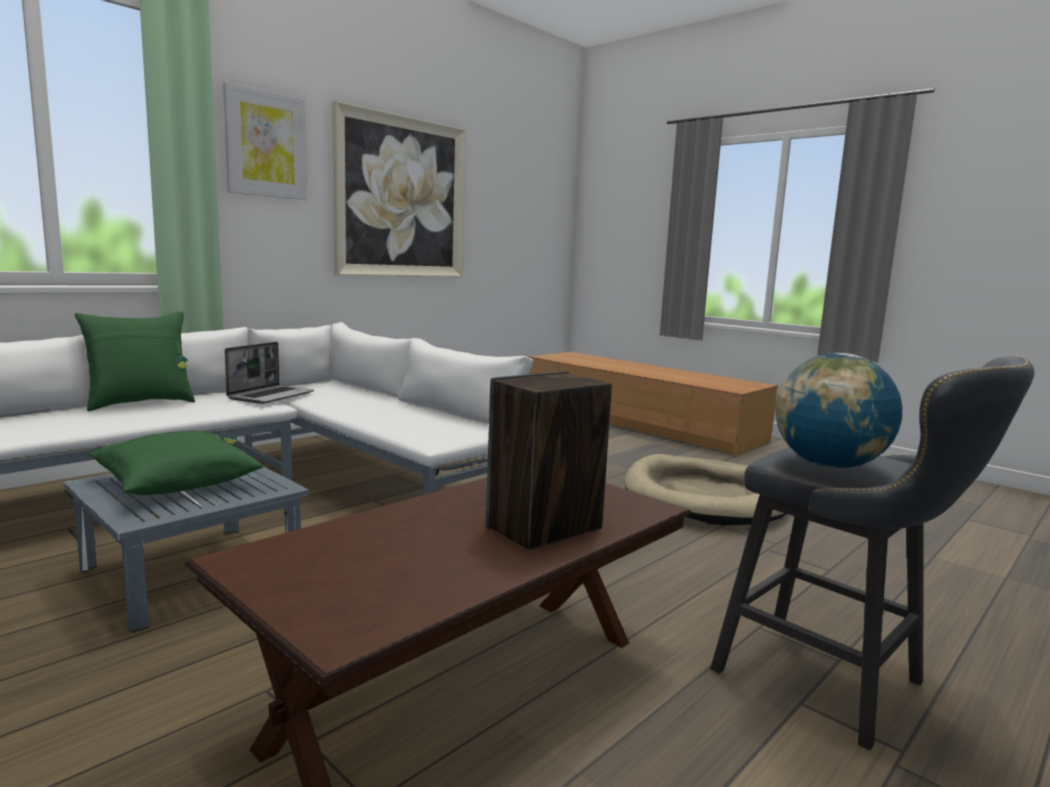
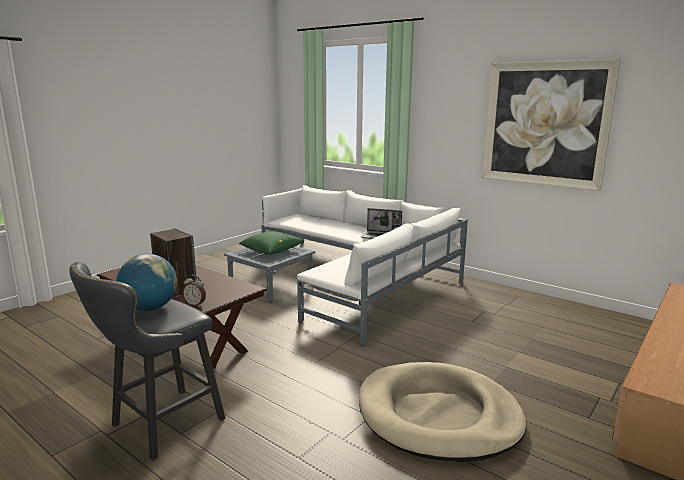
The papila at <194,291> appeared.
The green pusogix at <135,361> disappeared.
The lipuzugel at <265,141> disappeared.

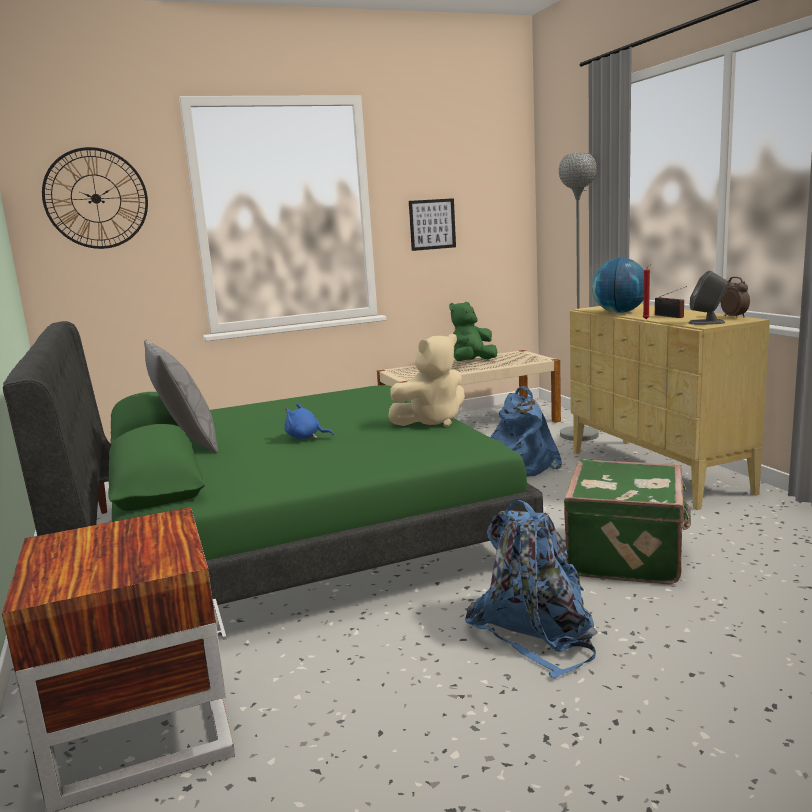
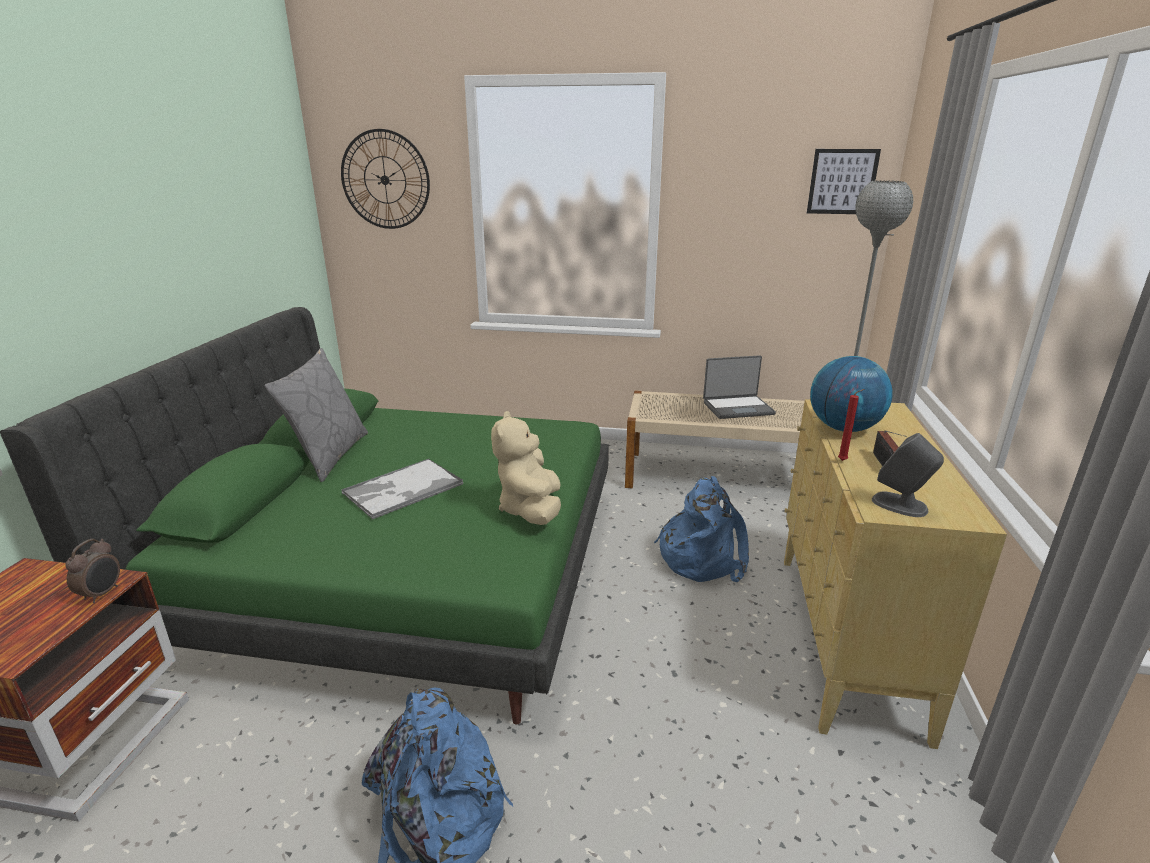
The papila moved from <735,297> to <93,571>.
The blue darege at <309,421> was replaced by the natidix at <402,489>.
The beige darege at <426,380> turned 90 degrees clockwise.
The green darege at <473,331> was replaced by the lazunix at <739,387>.
The lipuzugel moved from <432,224> to <844,181>.
The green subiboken at <627,522> disappeared.

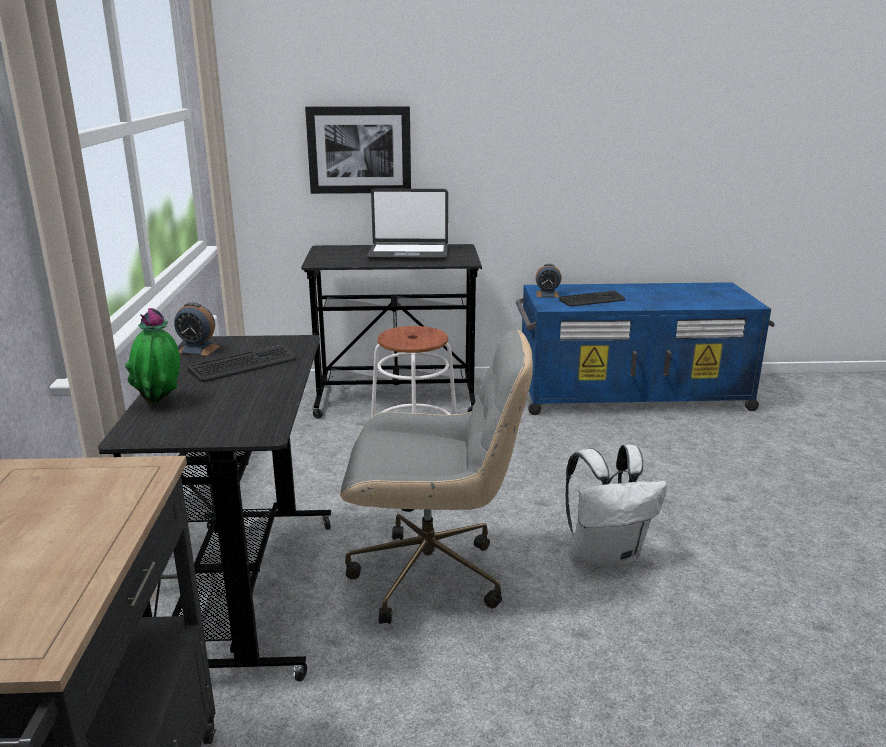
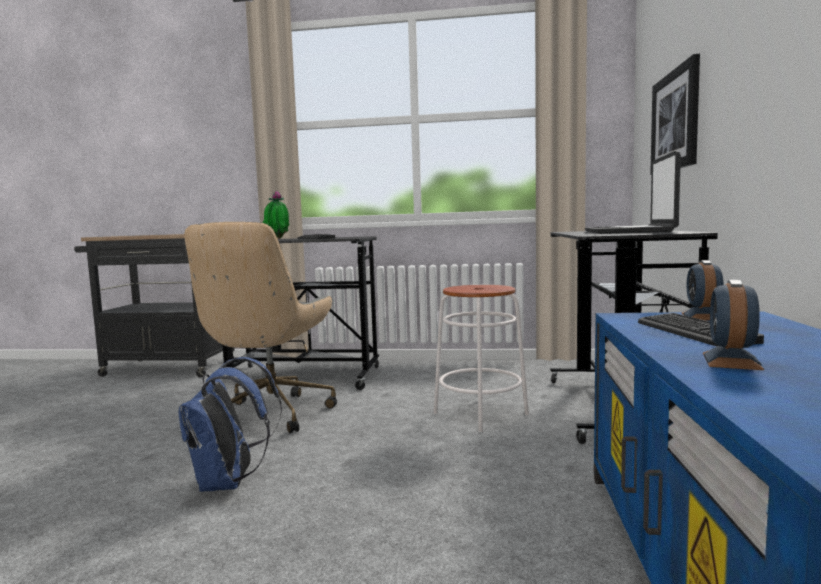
The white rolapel at <616,506> became the blue rolapel at <230,424>.
The papila moved from <197,329> to <733,325>.

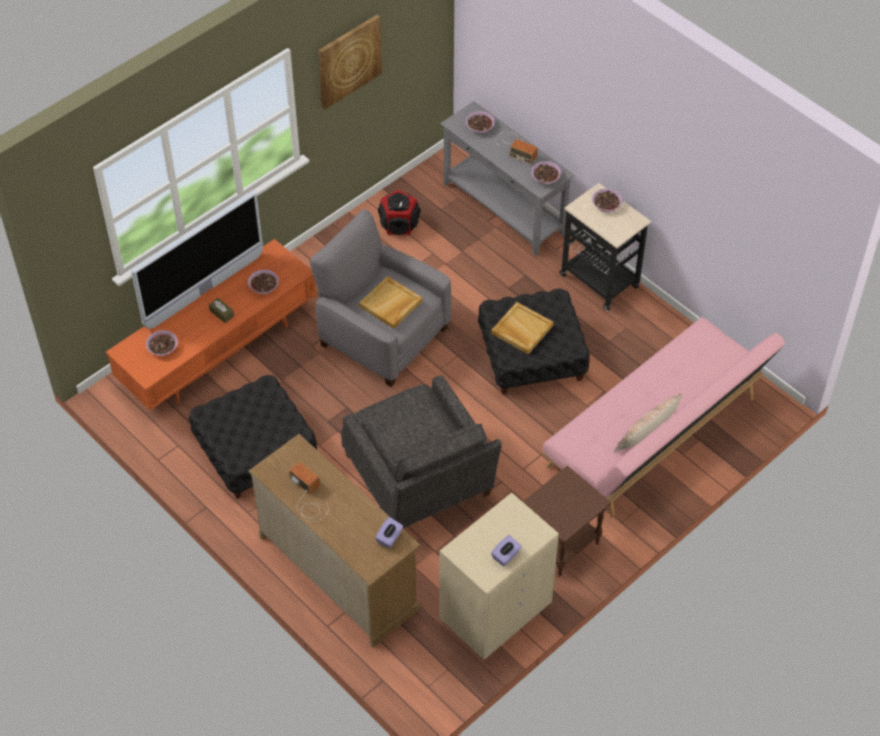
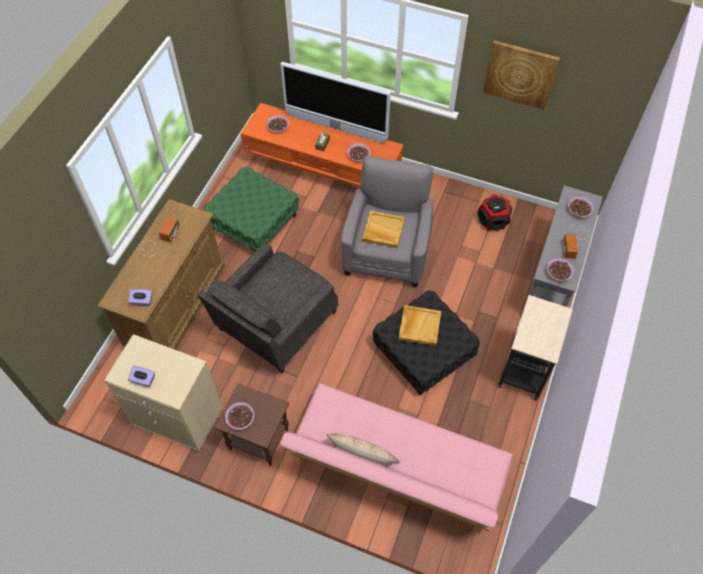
The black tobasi at <253,437> became the green tobasi at <251,209>.
The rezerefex moved from <607,200> to <239,416>.

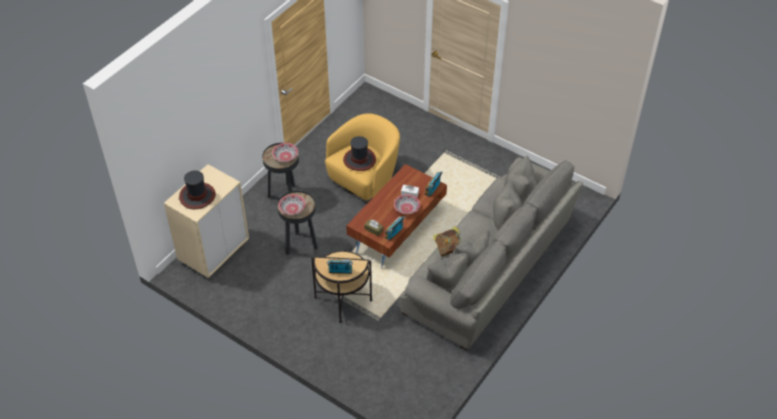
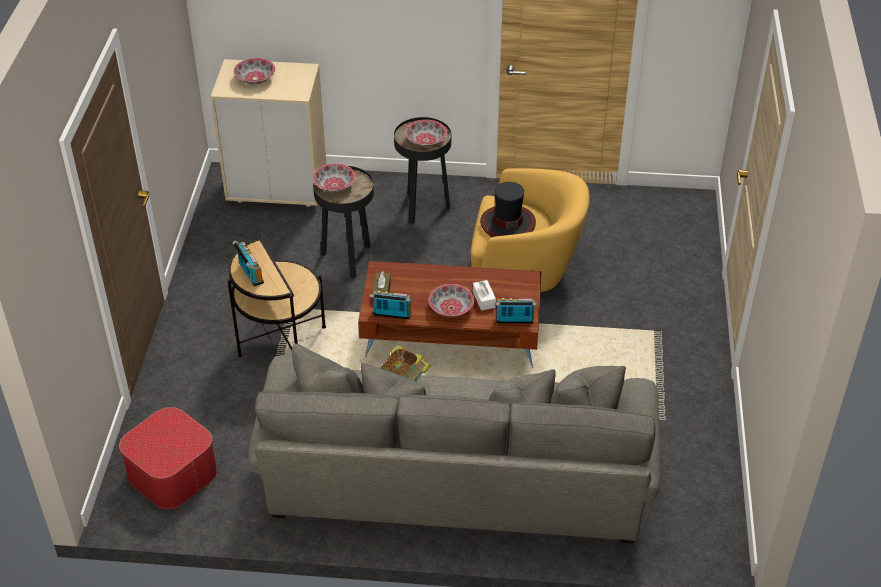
The tobasi at <168,458> appeared.
The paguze at <197,189> was replaced by the rezerefex at <254,71>.

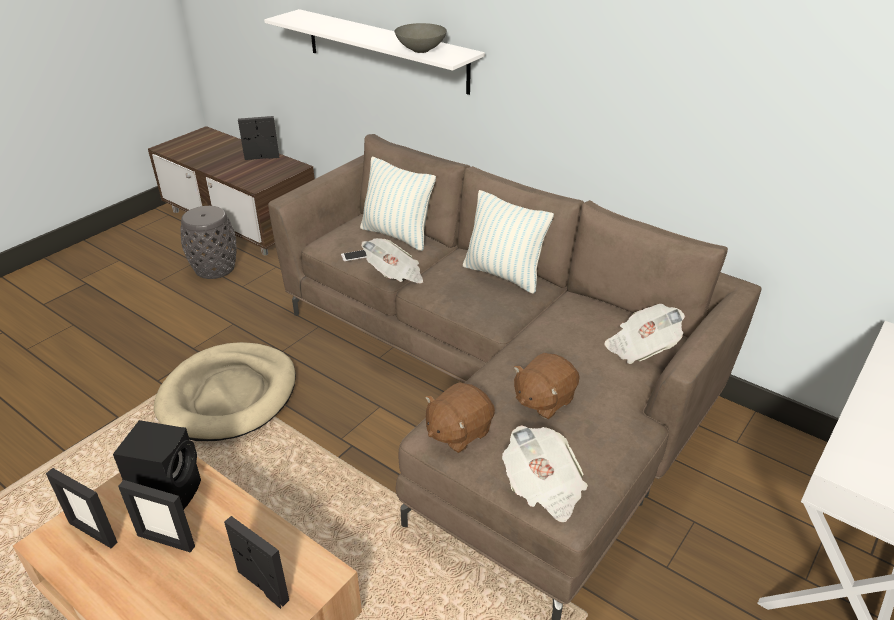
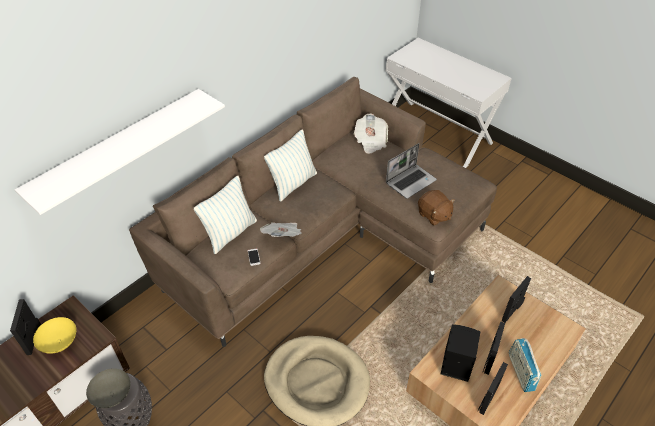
The yellow rezerefex at <54,335> appeared.
The grey rezerefex moved from <421,38> to <108,388>.
The brown darege at <547,386> was replaced by the lazunix at <411,171>.
The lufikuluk at <525,365> appeared.
The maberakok at <545,473> disappeared.

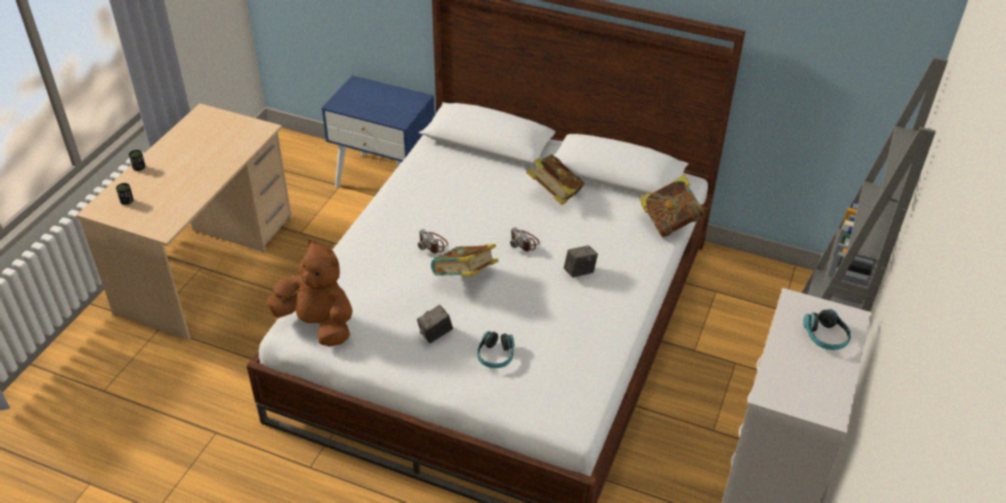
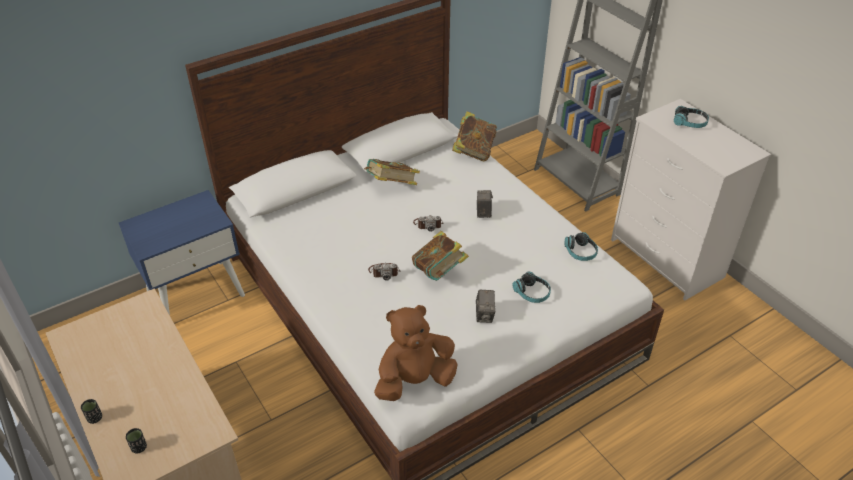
The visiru at <581,246> appeared.

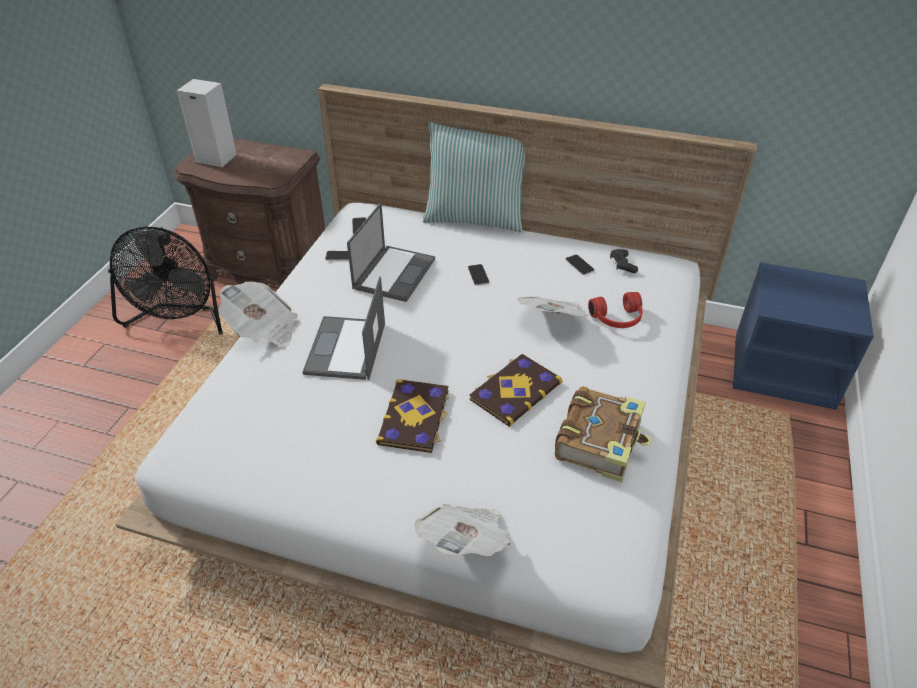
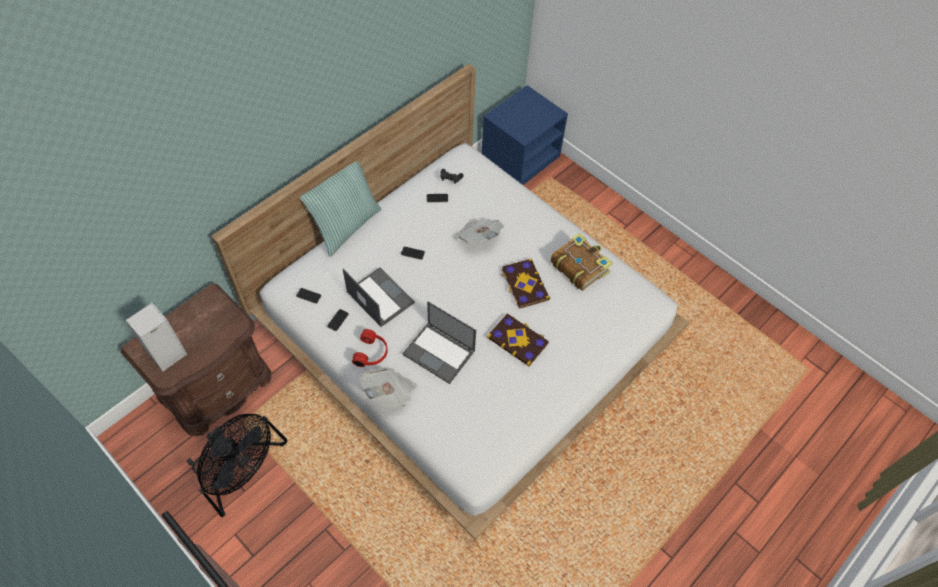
The red visiru moved from <615,310> to <370,348>.
The maberakok at <462,530> disappeared.

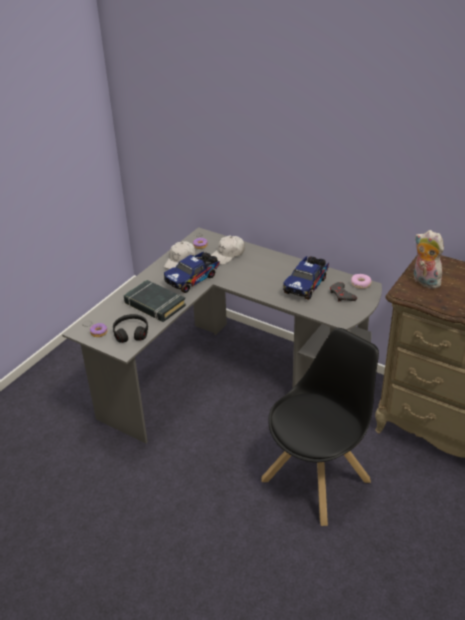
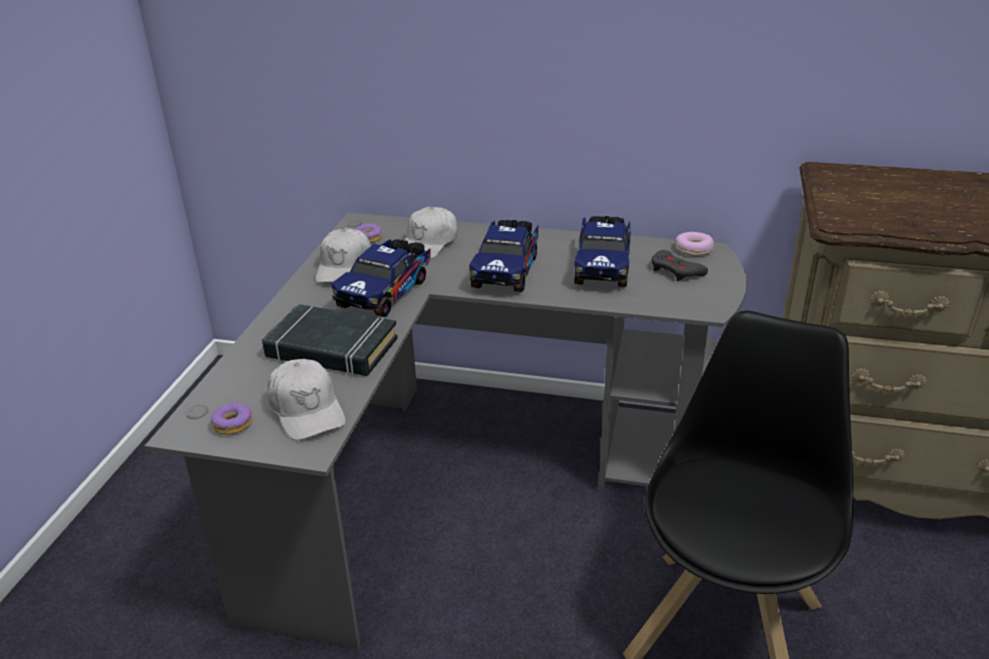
The black visiru at <130,328> was replaced by the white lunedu at <307,399>.
The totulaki at <503,256> appeared.
The darege at <429,259> disappeared.

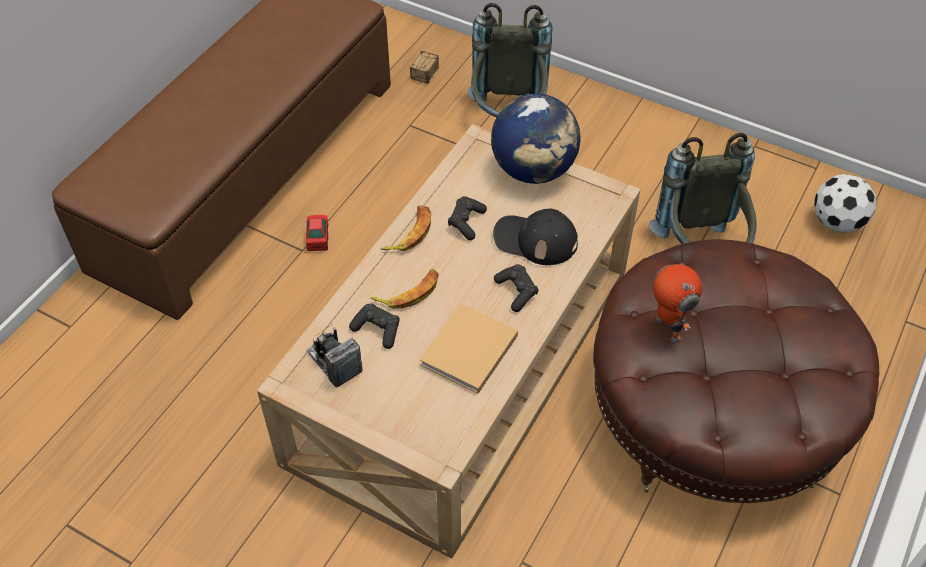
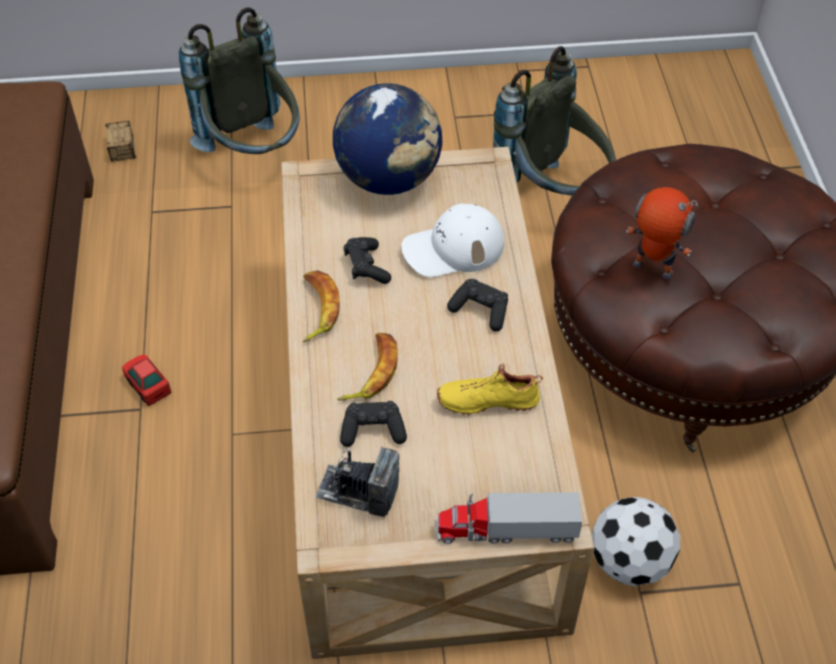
The black lunedu at <535,236> became the white lunedu at <452,240>.
The totulaki at <509,518> appeared.
The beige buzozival at <469,349> was replaced by the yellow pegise at <490,389>.
The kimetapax moved from <845,203> to <636,541>.

